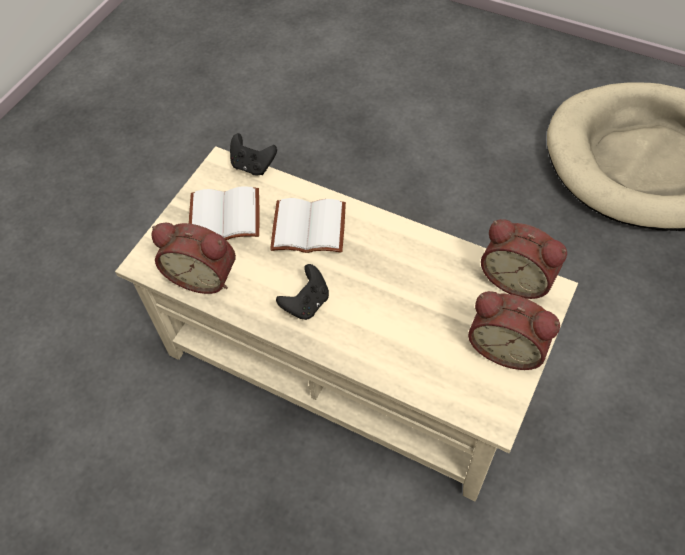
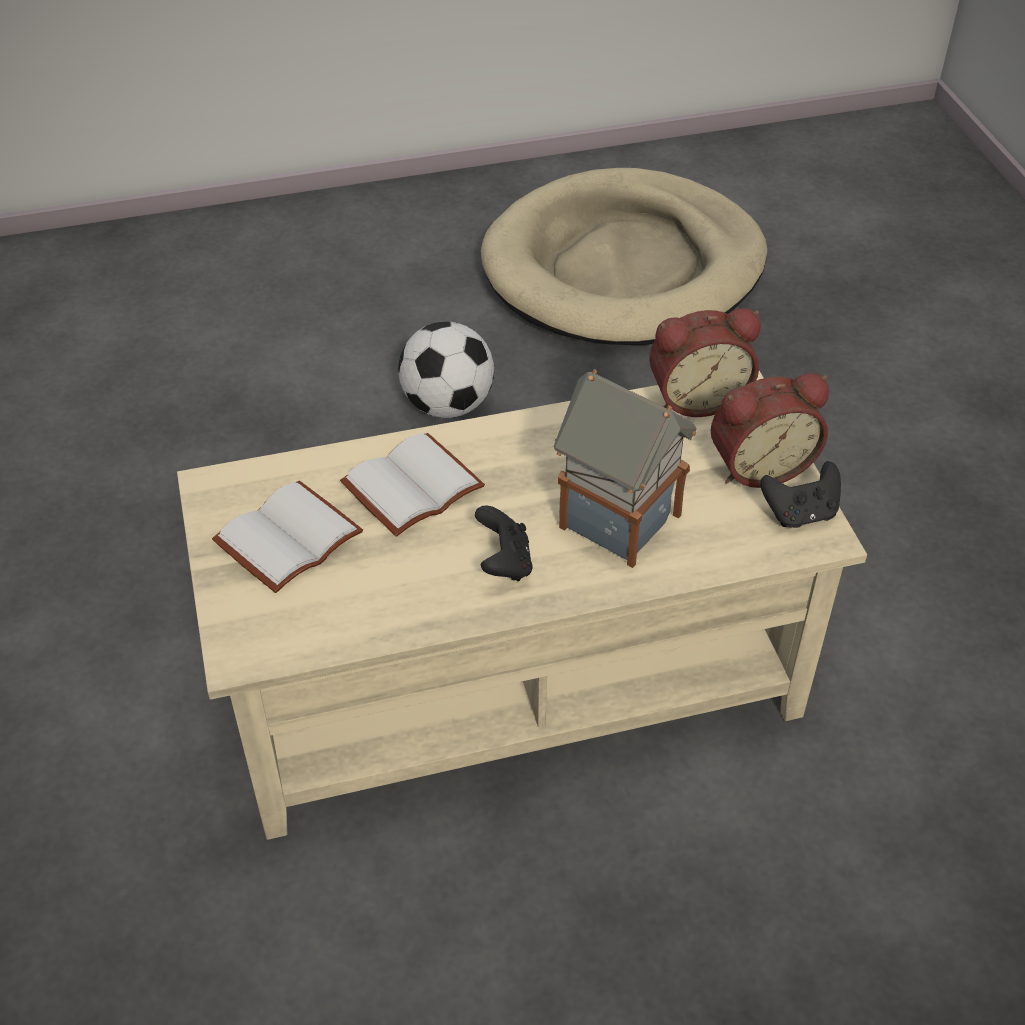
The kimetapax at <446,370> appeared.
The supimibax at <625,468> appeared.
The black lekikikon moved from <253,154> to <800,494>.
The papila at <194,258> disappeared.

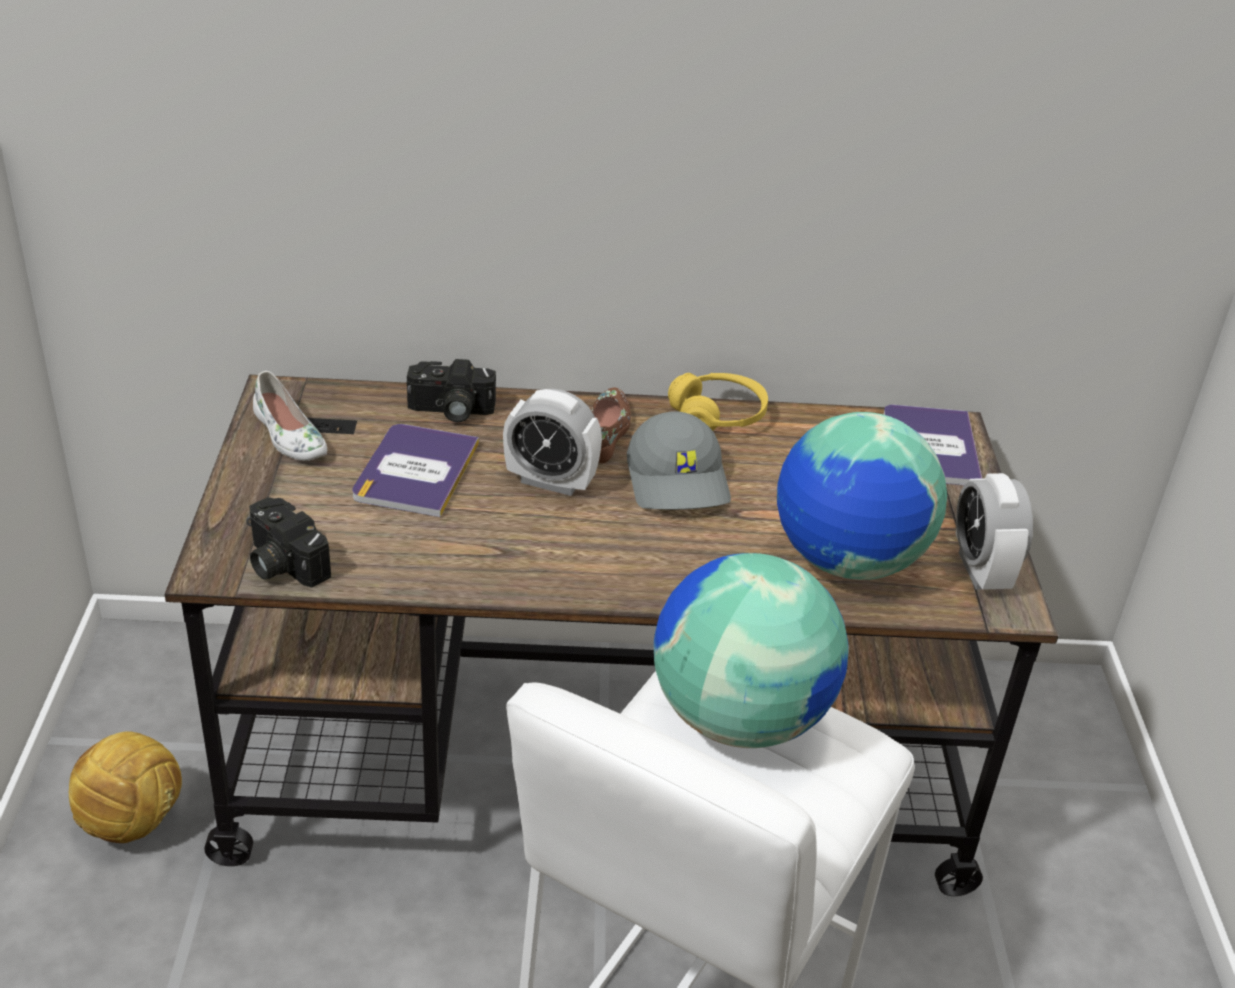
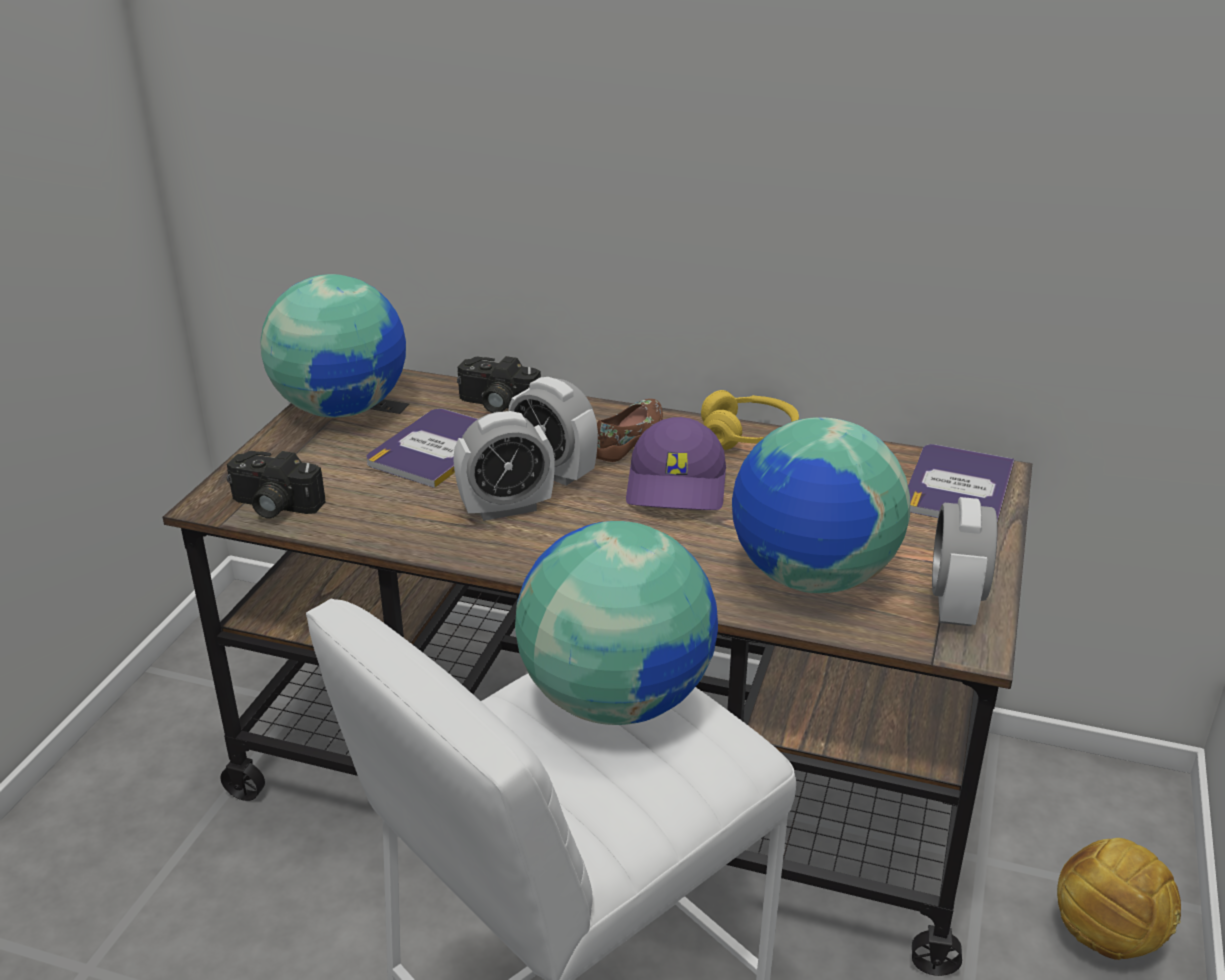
The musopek at <288,542> turned 45 degrees counterclockwise.
The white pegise at <290,416> was replaced by the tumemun at <333,345>.
The papila at <504,466> appeared.
The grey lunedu at <679,460> became the purple lunedu at <676,463>.
The kimetapax moved from <125,787> to <1119,899>.

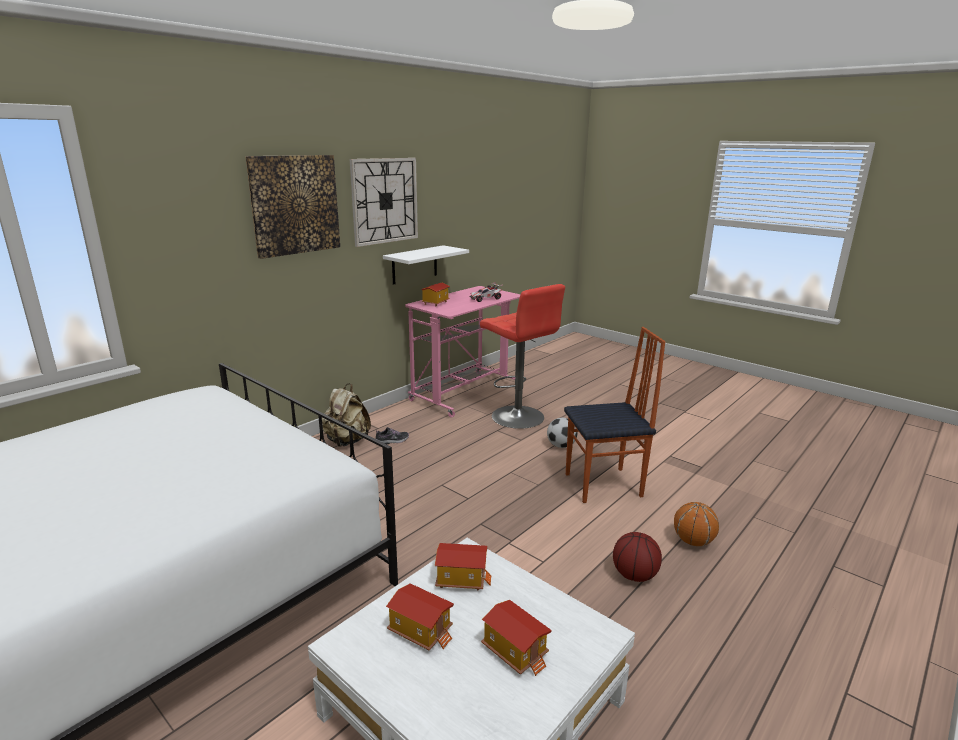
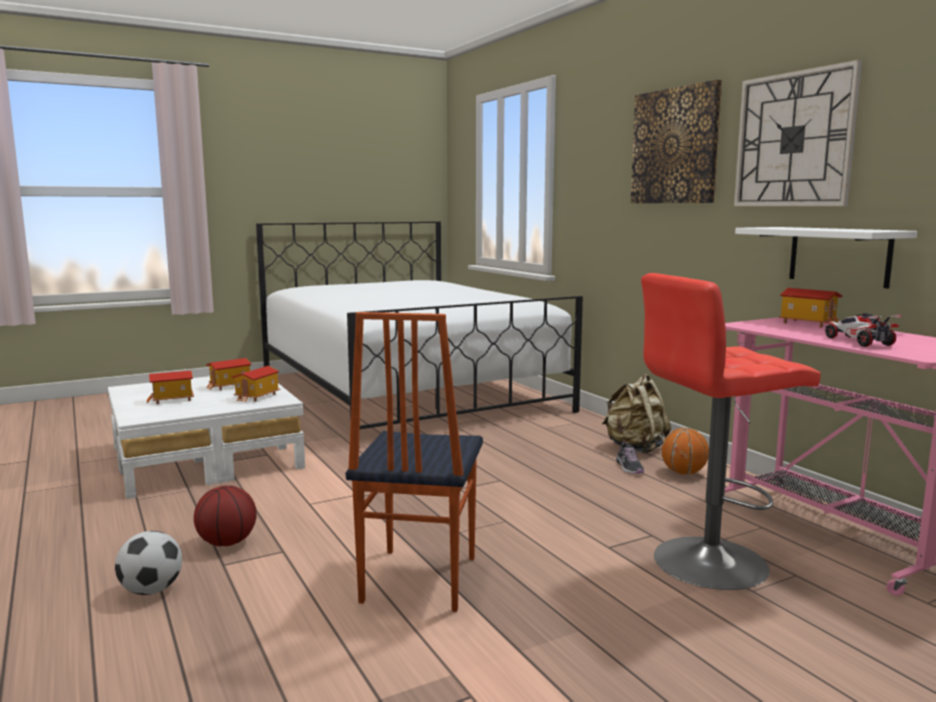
The kimetapax moved from <562,433> to <148,563>.
The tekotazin moved from <696,524> to <685,451>.

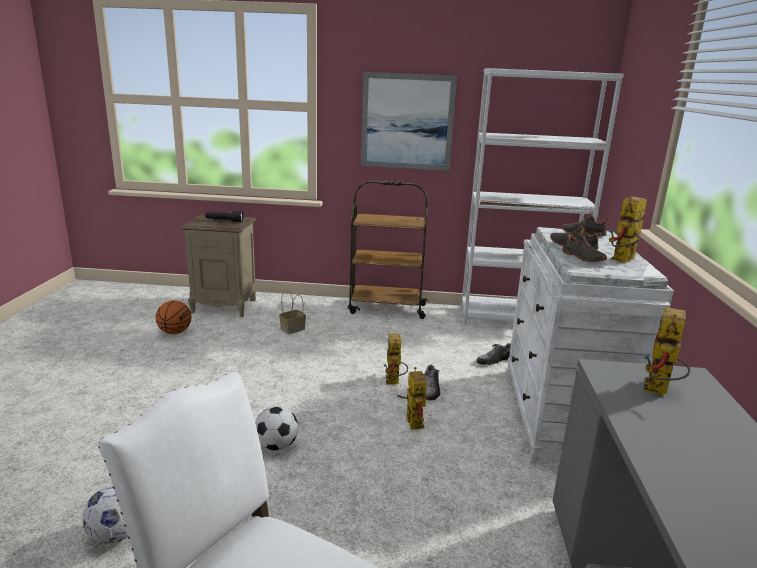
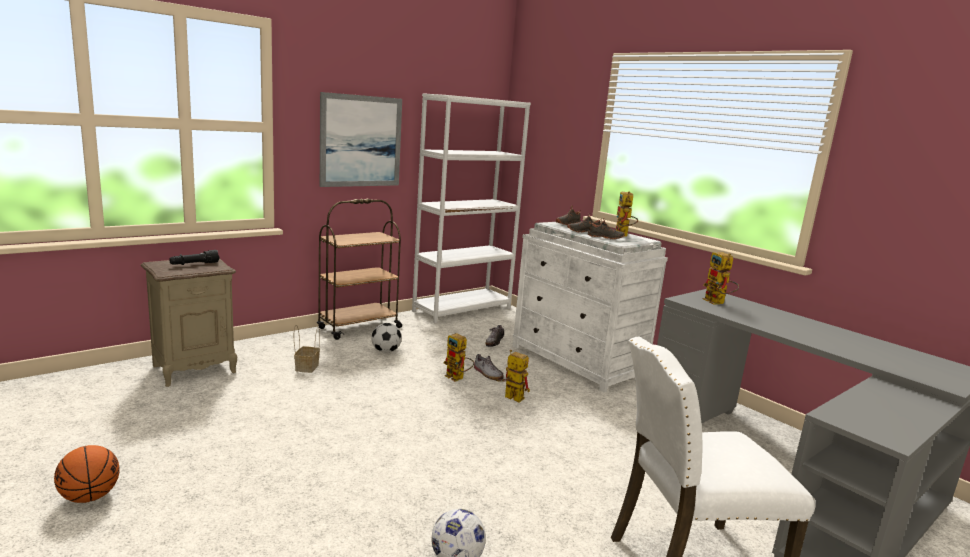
The tekotazin moved from <174,317> to <87,474>.
The kimetapax moved from <276,428> to <386,338>.

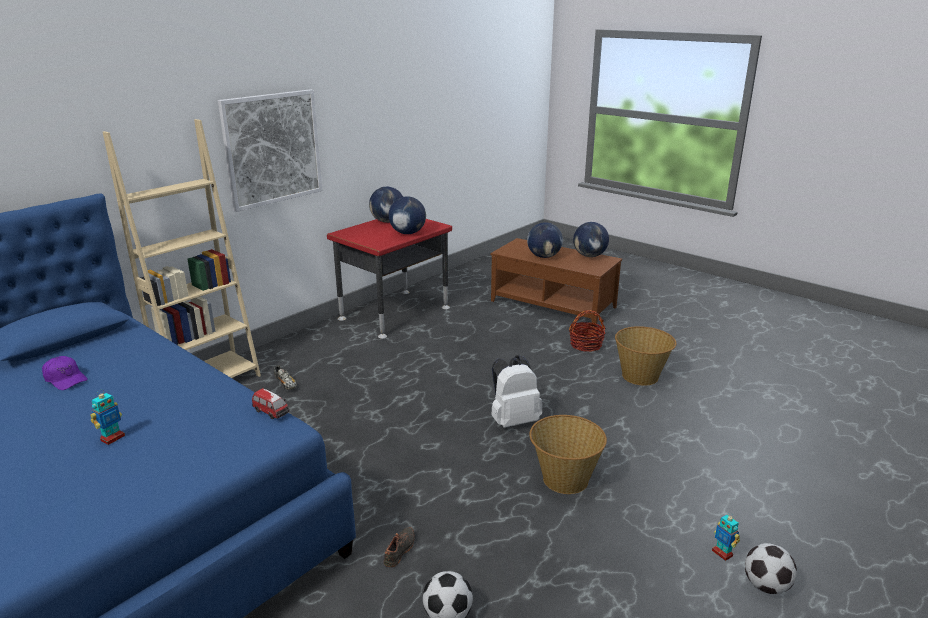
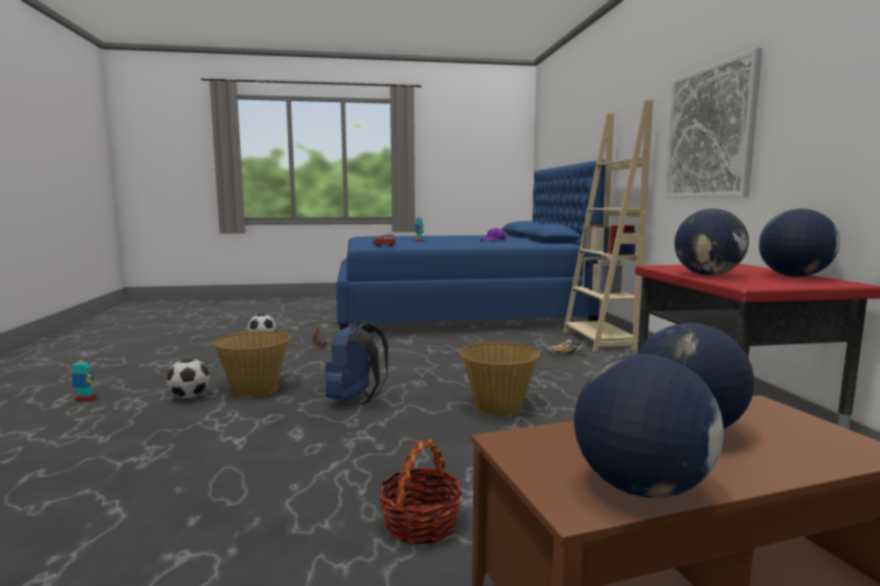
The kimetapax moved from <771,568> to <187,378>.
The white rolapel at <516,392> became the blue rolapel at <356,363>.
The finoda moved from <645,356> to <499,378>.

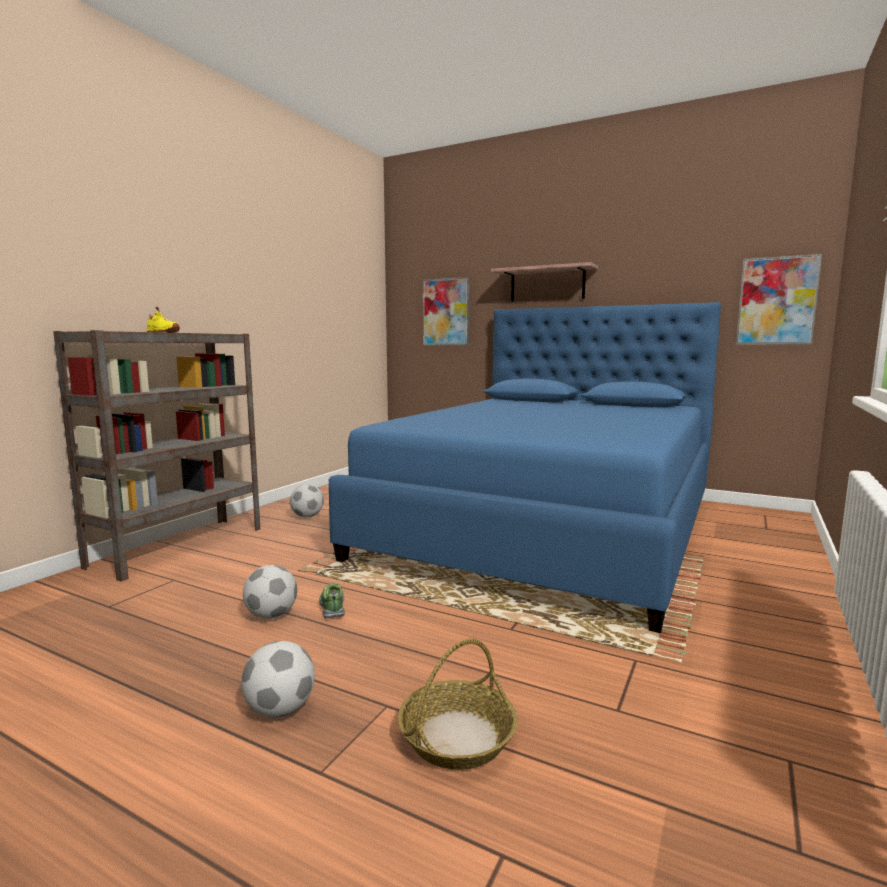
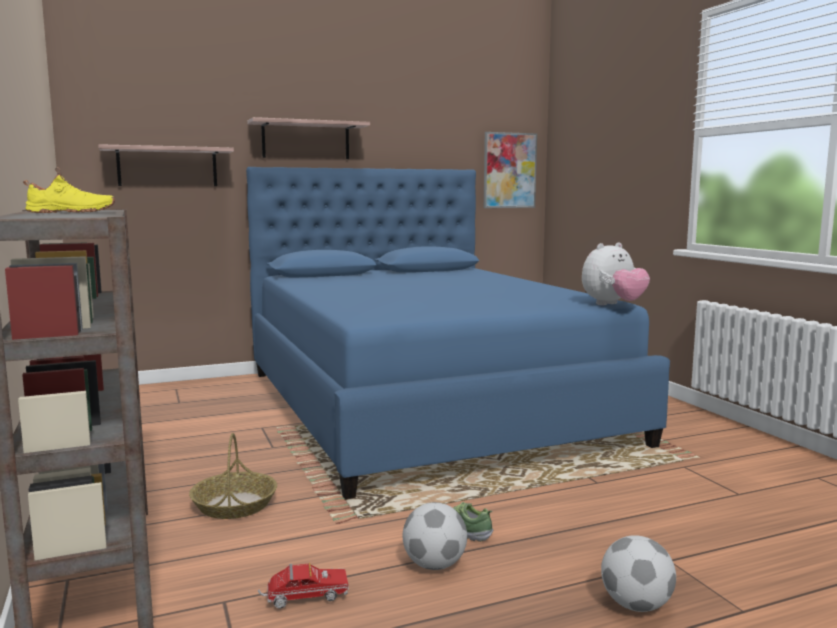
The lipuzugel at <446,311> was replaced by the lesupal at <166,165>.
The finoda moved from <458,704> to <233,476>.
The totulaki at <303,586> appeared.
The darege at <616,273> appeared.
The kimetapax at <307,500> disappeared.

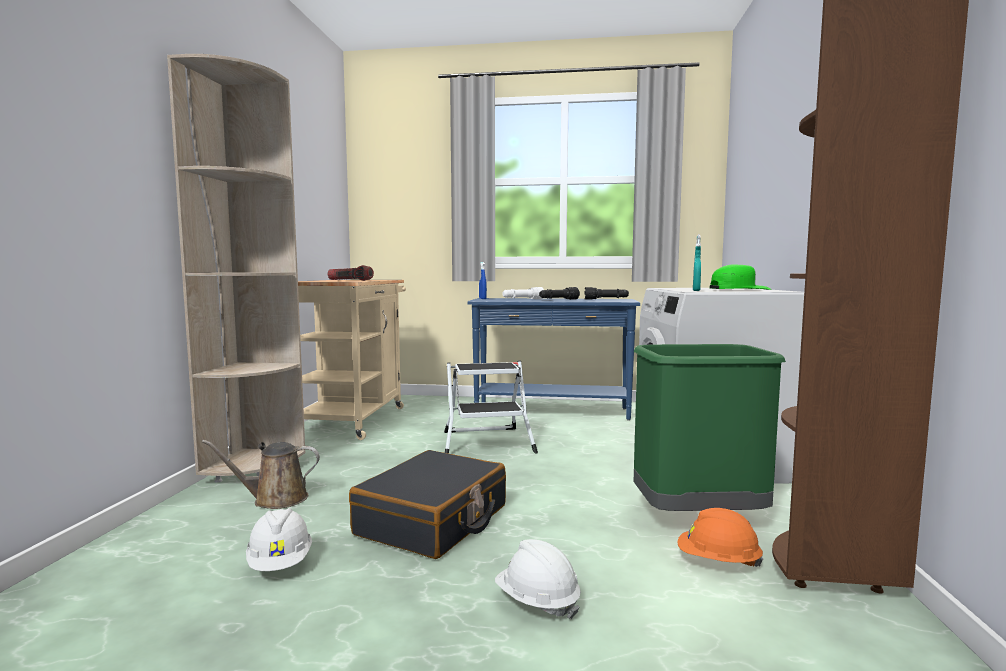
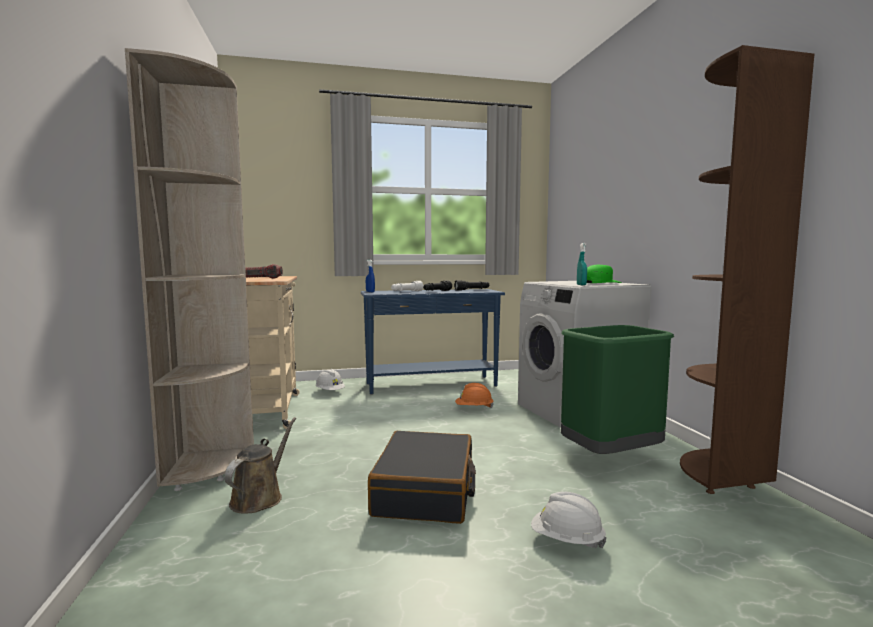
The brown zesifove at <261,474> turned 135 degrees clockwise.
The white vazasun moved from <279,539> to <330,379>.
The orange vazasun moved from <721,537> to <474,395>.
The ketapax at <491,407> disappeared.

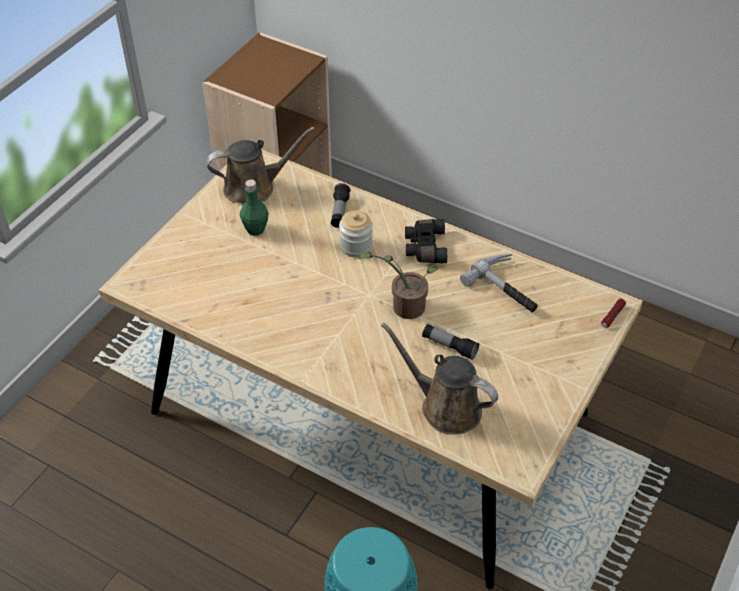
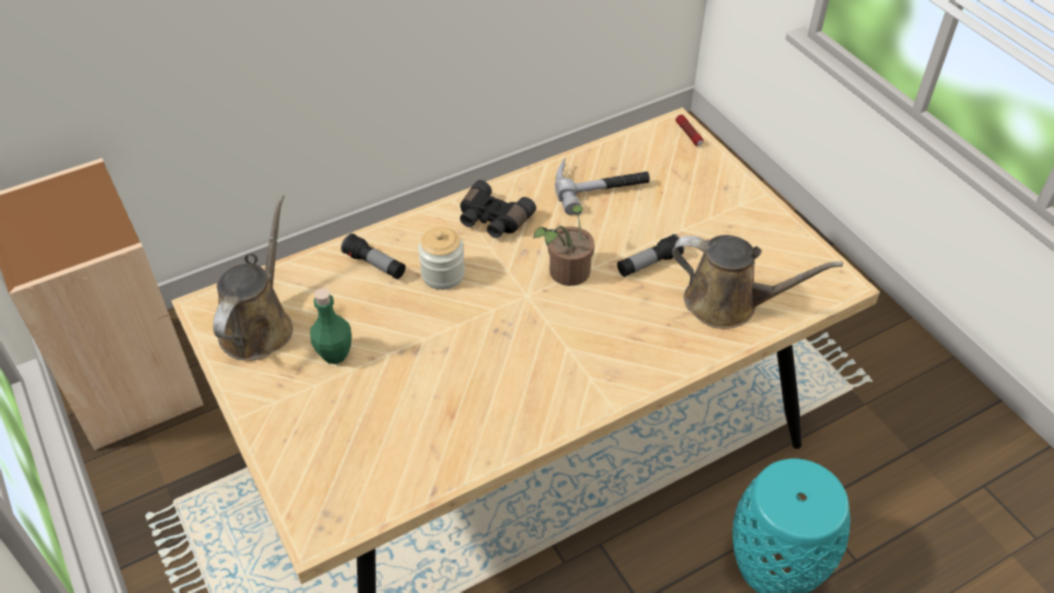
The brown zesifove at <439,378> turned 135 degrees counterclockwise.

